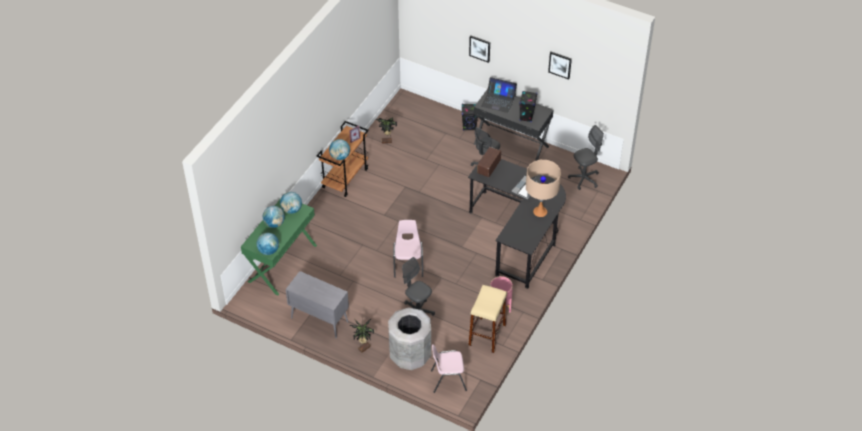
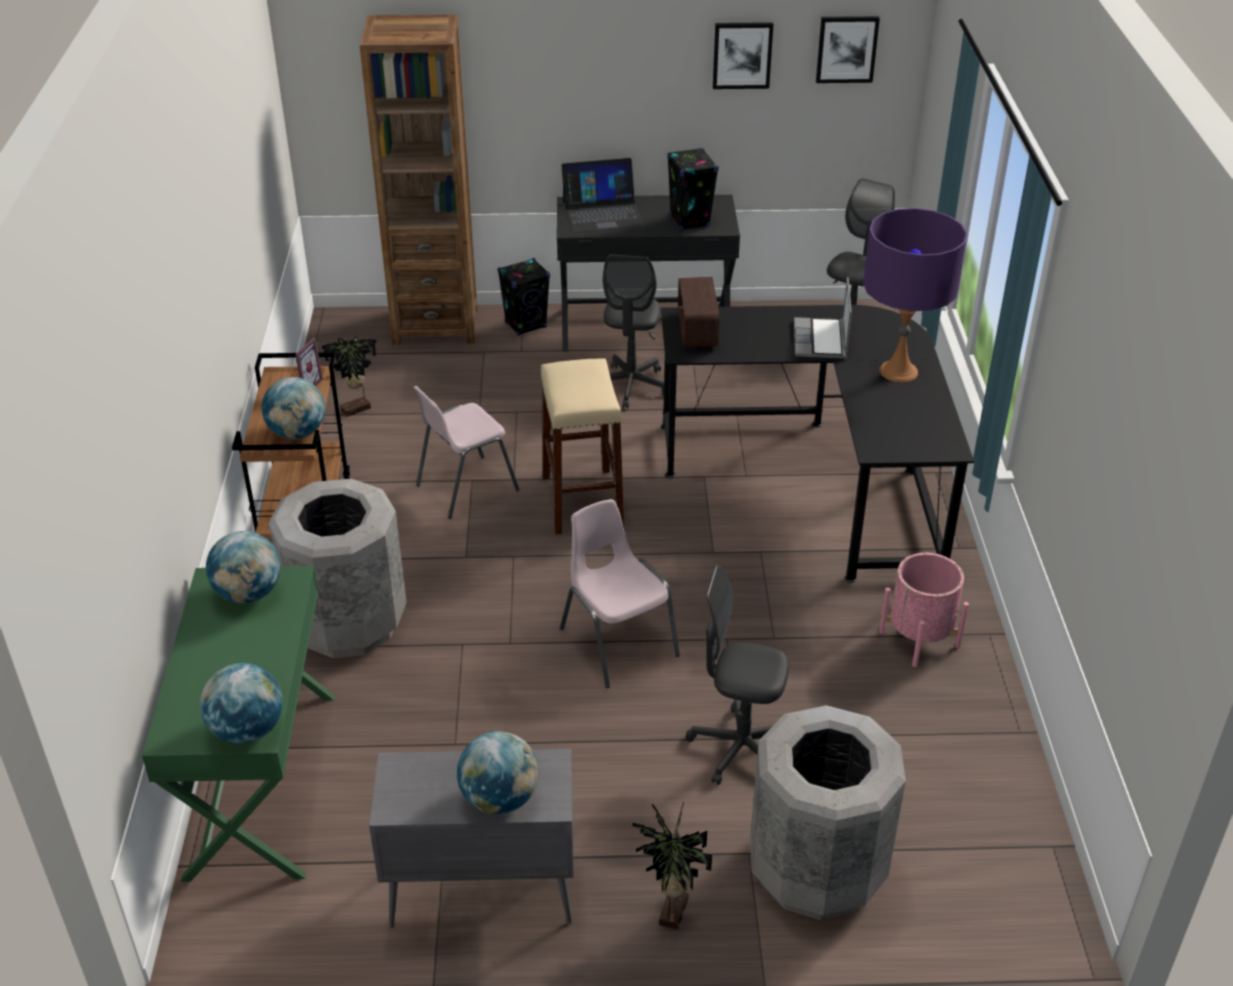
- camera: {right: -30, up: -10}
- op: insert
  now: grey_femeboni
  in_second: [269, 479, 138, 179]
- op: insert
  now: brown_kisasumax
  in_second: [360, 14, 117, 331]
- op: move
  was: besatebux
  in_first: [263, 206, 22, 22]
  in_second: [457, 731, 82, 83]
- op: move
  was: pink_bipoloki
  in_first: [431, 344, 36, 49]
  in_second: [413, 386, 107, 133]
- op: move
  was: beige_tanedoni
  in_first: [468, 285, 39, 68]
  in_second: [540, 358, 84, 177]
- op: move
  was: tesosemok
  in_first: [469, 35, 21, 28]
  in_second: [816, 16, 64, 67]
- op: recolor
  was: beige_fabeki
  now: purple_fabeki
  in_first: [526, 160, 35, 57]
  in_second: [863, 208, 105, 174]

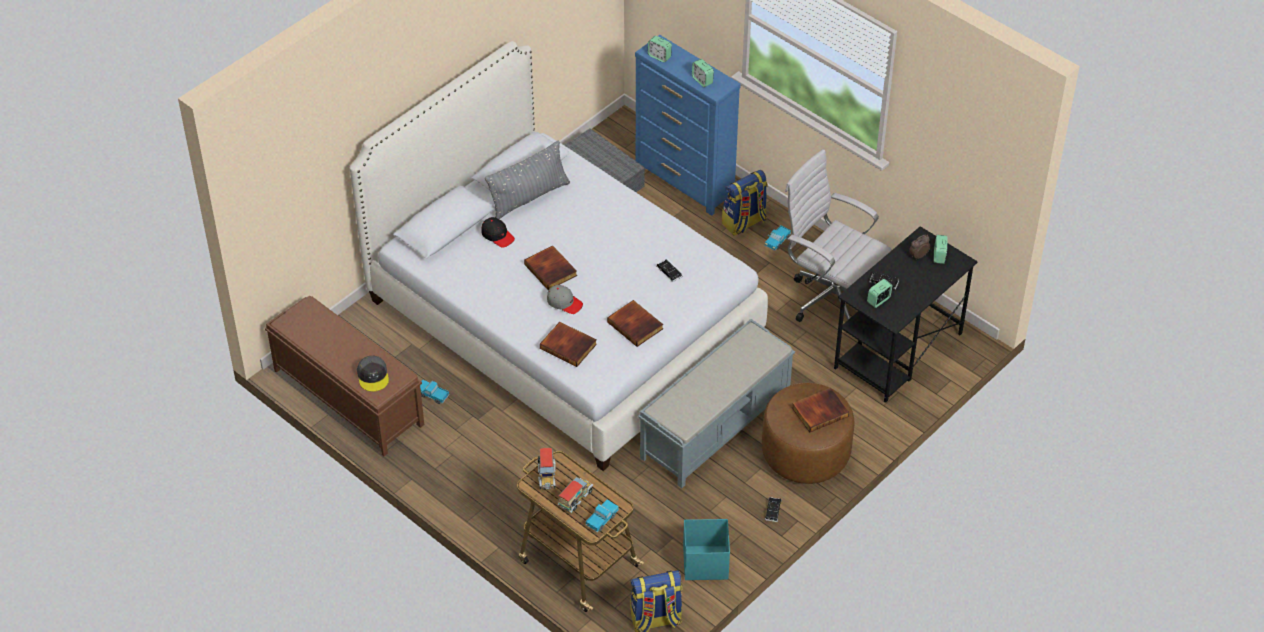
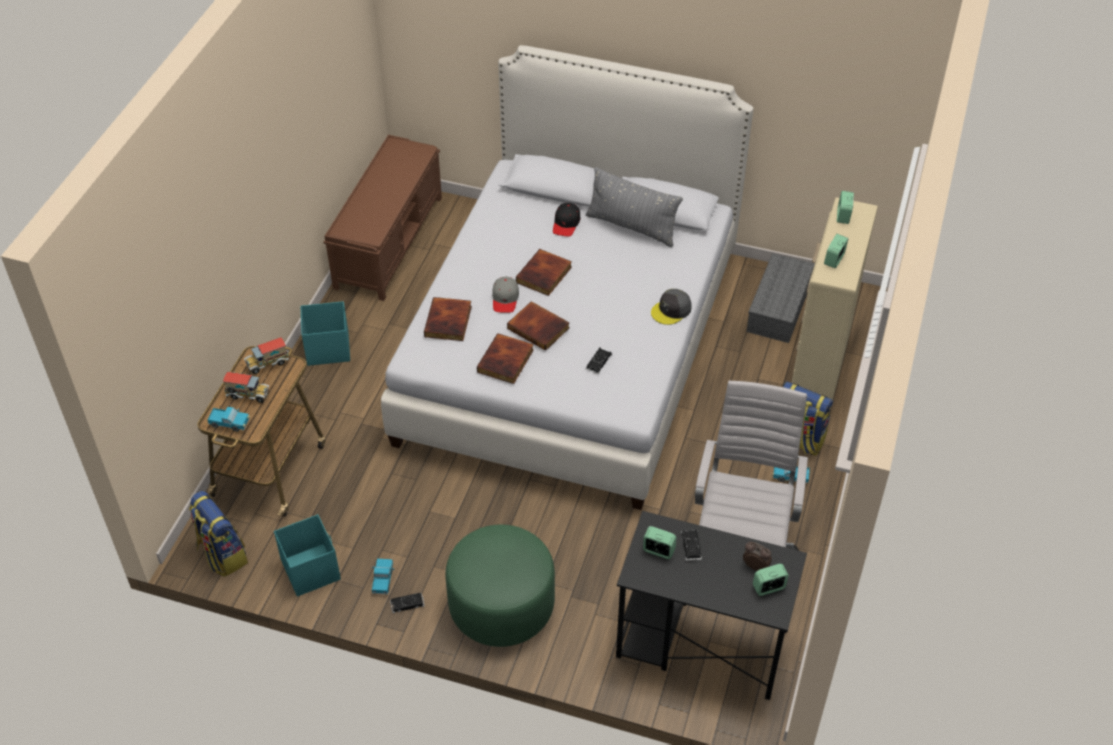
- camera: {right: 65, up: 0}
- op: delete
  was: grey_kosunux
  in_first: [638, 319, 157, 169]
- op: insert
  now: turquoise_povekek
  in_second: [300, 301, 50, 65]
- op: move
  was: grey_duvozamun
  in_first: [357, 356, 32, 36]
  in_second: [651, 289, 41, 36]
- op: move
  was: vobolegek
  in_first: [420, 380, 29, 24]
  in_second: [372, 559, 22, 35]
- op: move
  was: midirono
  in_first: [792, 388, 57, 44]
  in_second: [507, 301, 63, 50]
- op: recolor
  was: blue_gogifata
  now: beige_gogifata
  in_first: [635, 35, 106, 181]
  in_second: [792, 197, 86, 212]
- op: recolor
  was: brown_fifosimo
  now: green_fifosimo
  in_first: [762, 383, 92, 101]
  in_second: [446, 524, 109, 123]

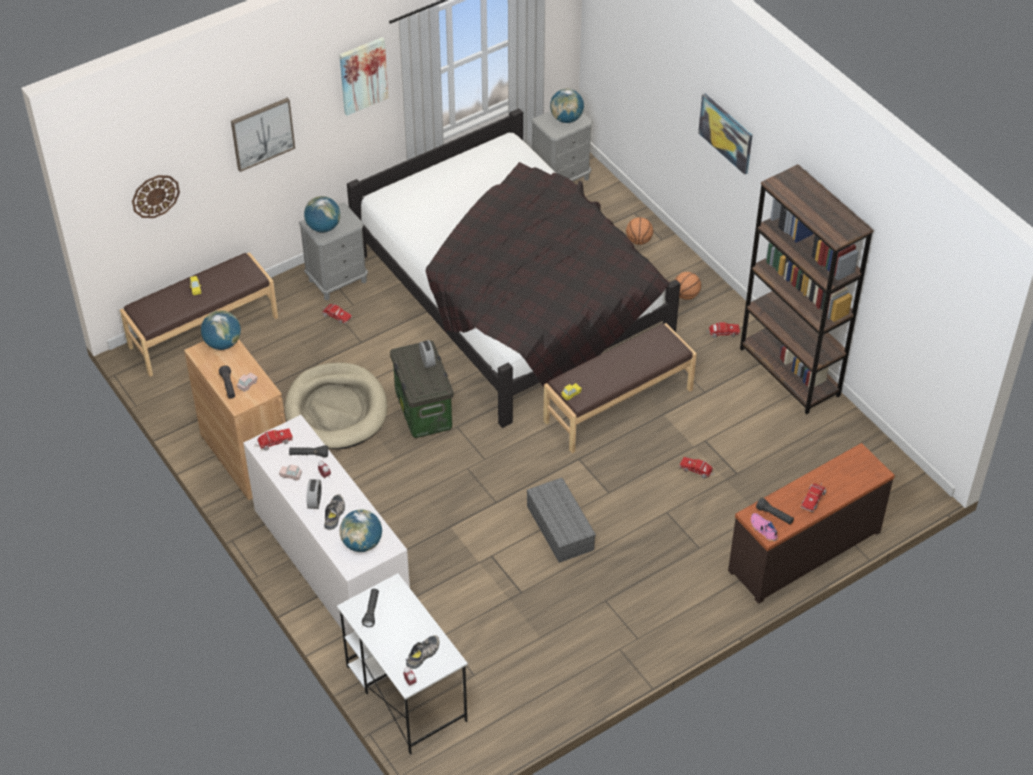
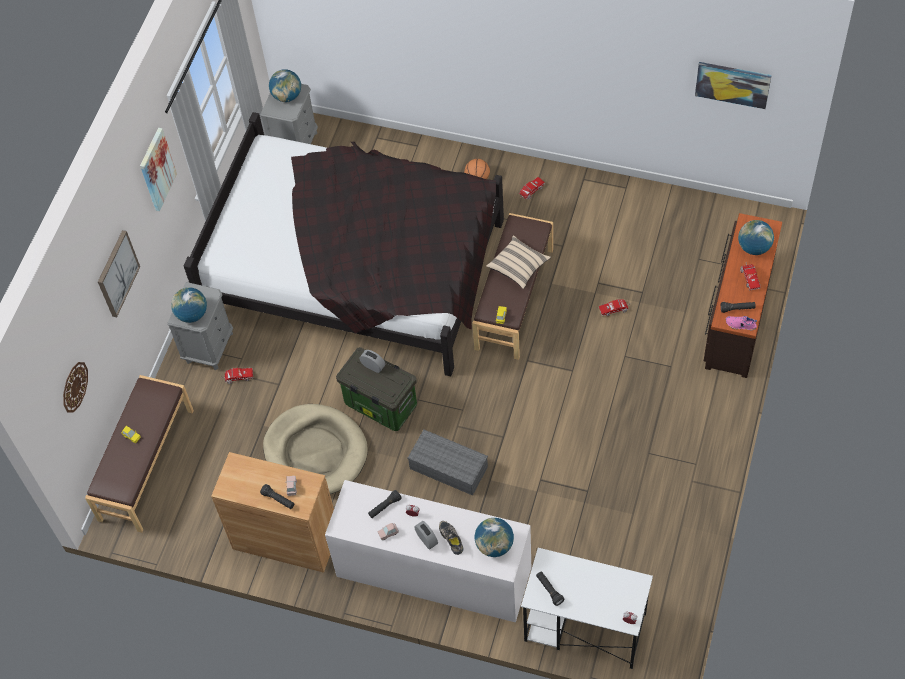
- camera: {right: -35, up: 10}
- op: delete
  was: vobolegek
  in_first: [255, 428, 38, 23]
- op: delete
  was: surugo
  in_first: [406, 635, 33, 34]
- op: delete
  was: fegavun
  in_first: [626, 217, 27, 28]
- op: delete
  was: brown_kisasumax
  in_first: [740, 164, 133, 250]
- op: insert
  now: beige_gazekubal
  in_second: [486, 235, 65, 54]
- op: move
  was: besatebux
  in_first: [201, 310, 40, 40]
  in_second: [738, 220, 36, 35]
- op: move
  was: grey_povekek
  in_first: [527, 478, 69, 85]
  in_second: [408, 430, 80, 66]
- op: move
  was: tesosemok
  in_first: [698, 94, 54, 81]
  in_second: [695, 62, 77, 47]

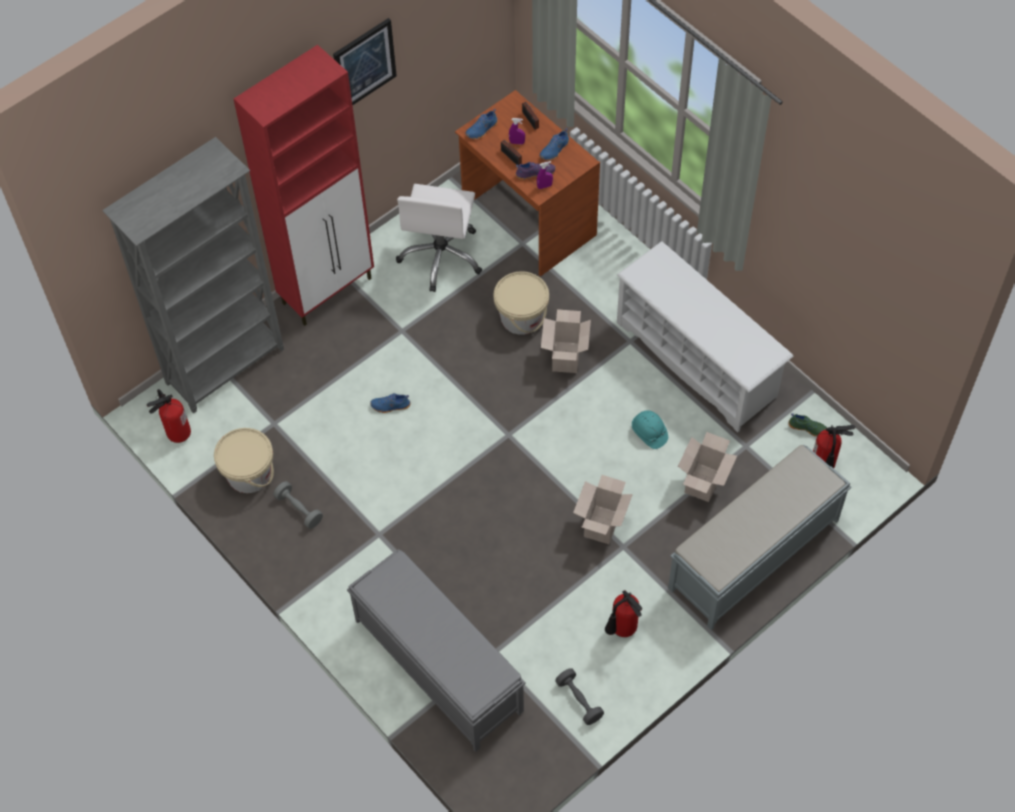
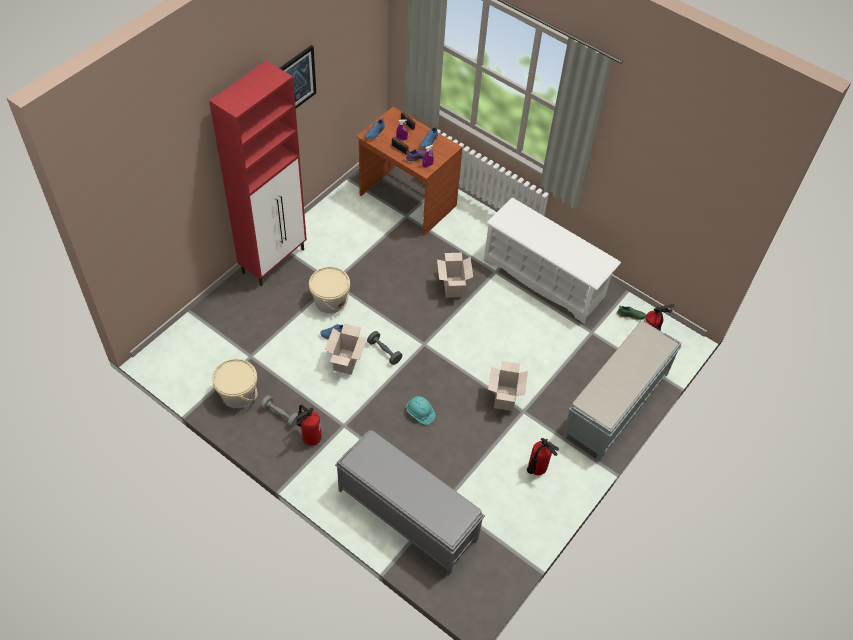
- camera: {right: -15, up: -5}
- op: delete
  was: grey_kisasumax
  in_first: [102, 137, 182, 276]
- op: delete
  was: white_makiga
  in_first: [396, 184, 86, 108]
- op: move
  was: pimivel
  in_first: [147, 389, 44, 54]
  in_second: [296, 405, 26, 41]
- op: move
  was: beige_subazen
  in_first: [493, 271, 56, 64]
  in_second: [309, 267, 41, 46]
- op: move
  was: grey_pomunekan
  in_first: [555, 668, 49, 57]
  in_second: [367, 331, 35, 34]
- op: move
  was: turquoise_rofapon
  in_first: [632, 410, 36, 39]
  in_second: [406, 396, 29, 29]
- op: move
  was: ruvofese
  in_first: [678, 432, 59, 70]
  in_second: [325, 324, 42, 51]

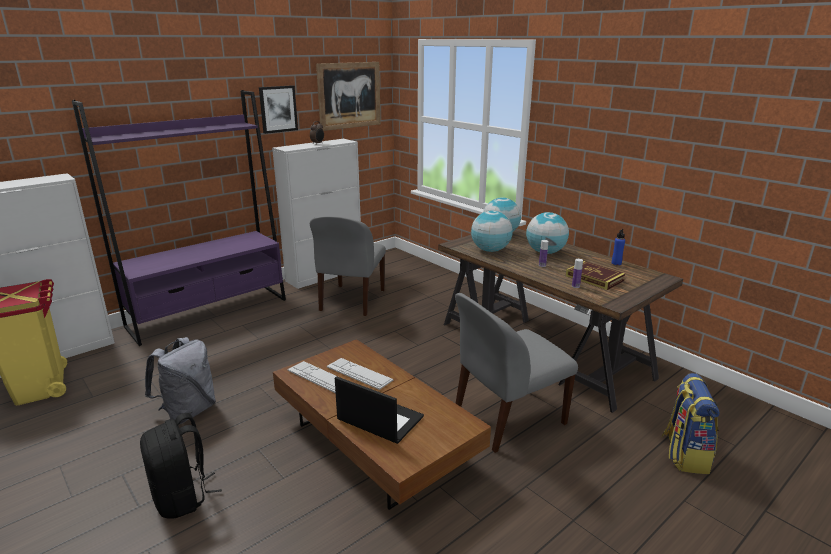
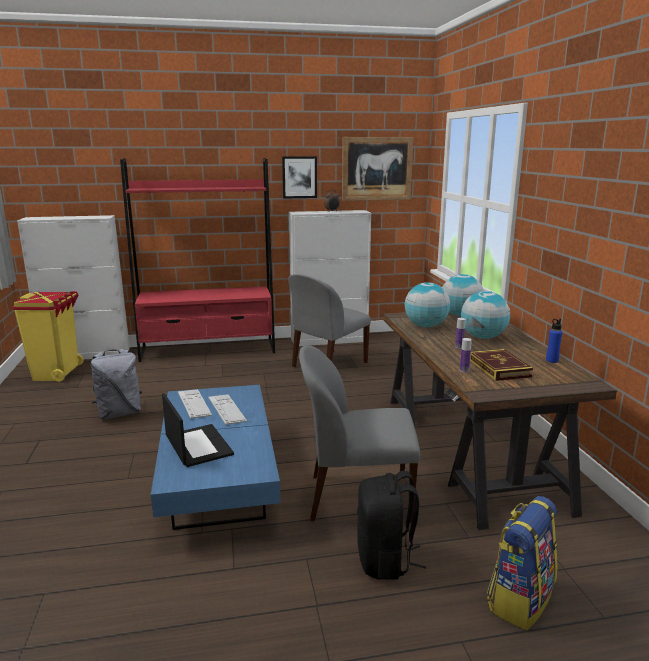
- camera: {right: 30, up: -5}
- op: move
  was: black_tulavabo
  in_first: [140, 413, 82, 106]
  in_second: [357, 471, 69, 109]
- op: recolor
  was: purple_kisasumax
  now: red_kisasumax
  in_first: [72, 90, 214, 256]
  in_second: [120, 158, 155, 204]
- op: recolor
  was: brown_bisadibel
  now: blue_bisadibel
  in_first: [273, 339, 218, 171]
  in_second: [151, 385, 129, 145]

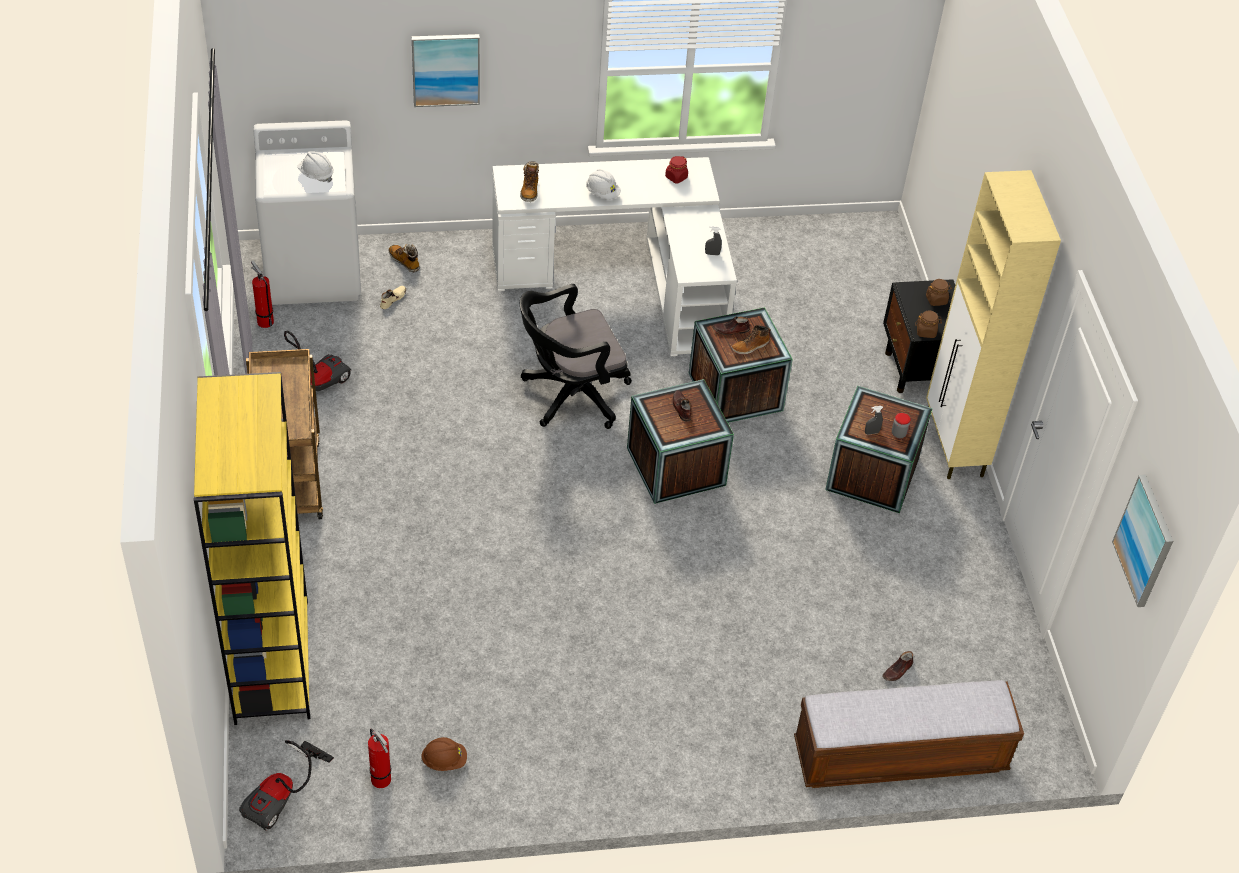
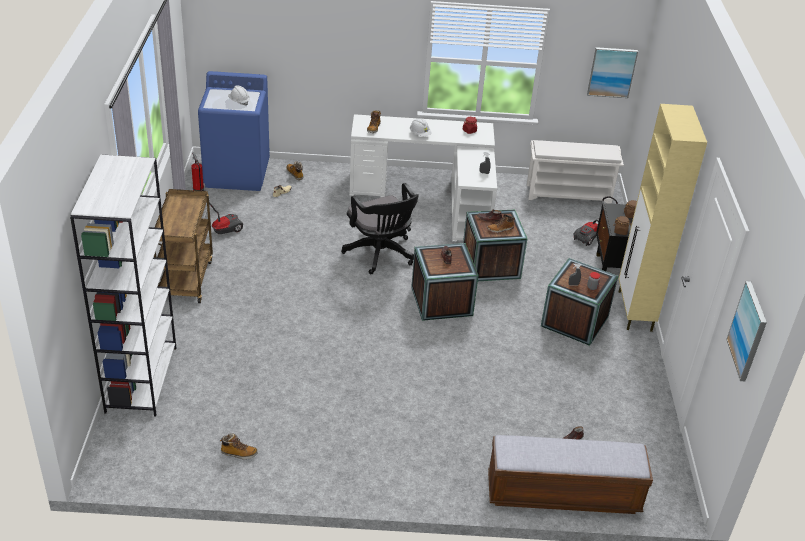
- camera: {right: 10, up: -10}
- op: delete
  was: pimivel
  in_first: [368, 729, 23, 59]
- op: insert
  now: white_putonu
  in_second: [527, 140, 97, 64]
- op: move
  was: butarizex
  in_first: [239, 740, 95, 91]
  in_second: [573, 196, 45, 50]
- op: move
  was: tesosemok
  in_first: [412, 34, 68, 73]
  in_second: [587, 47, 51, 51]
- op: replace
  was: brown_rofapon
  now: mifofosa
  in_first: [421, 737, 46, 34]
  in_second: [220, 433, 38, 26]
- op: recolor
  was: yellow_kisasumax
  now: white_kisasumax
  in_first: [194, 372, 116, 353]
  in_second: [70, 154, 106, 262]
- op: recolor
  was: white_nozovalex
  now: blue_nozovalex
  in_first: [253, 120, 108, 185]
  in_second: [198, 71, 72, 120]
- op: rotate
  was: black_makiga
  in_first: [520, 284, 112, 145]
  in_second: [341, 183, 78, 91]
  clockwise: -105

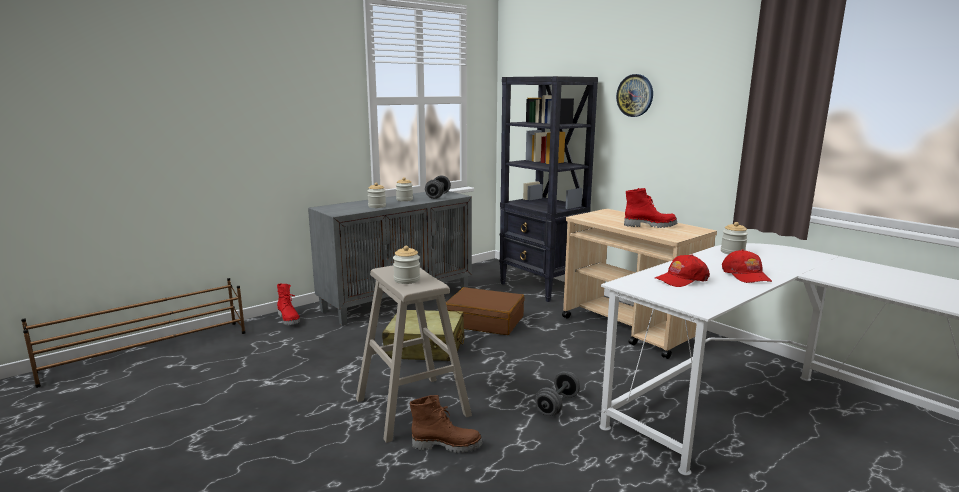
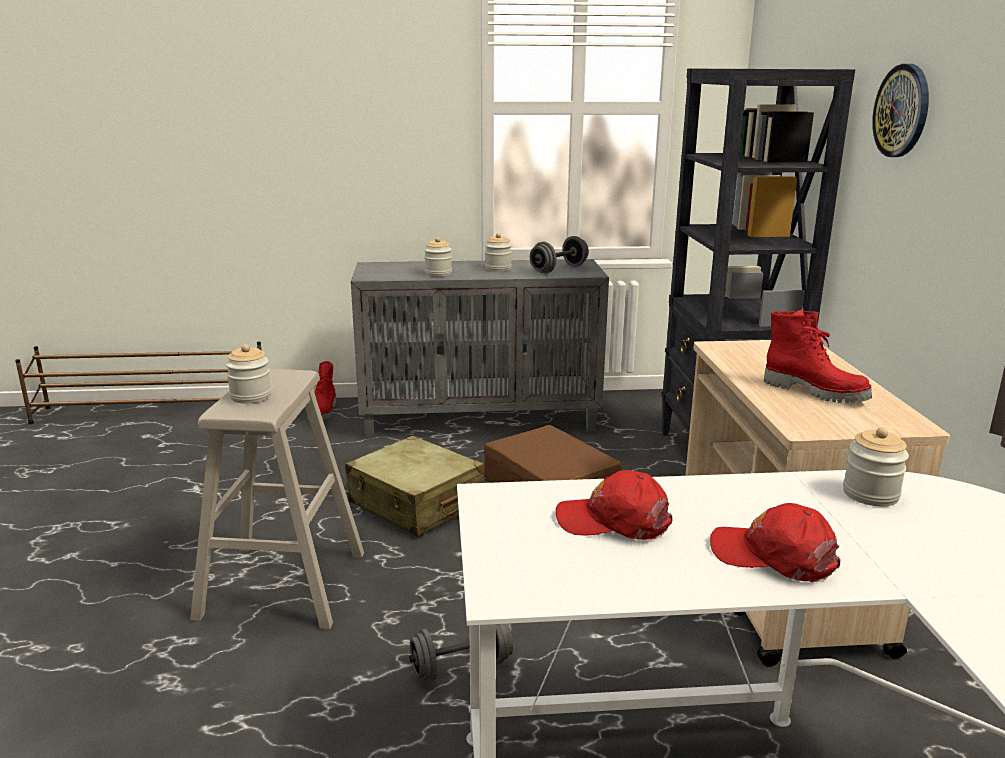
- camera: {right: 35, up: 5}
- op: delete
  was: brown_mifofosa
  in_first: [410, 395, 73, 58]
- op: rotate
  was: red_duvozamun
  in_first: [722, 249, 50, 34]
  in_second: [710, 503, 131, 79]
  clockwise: 90

